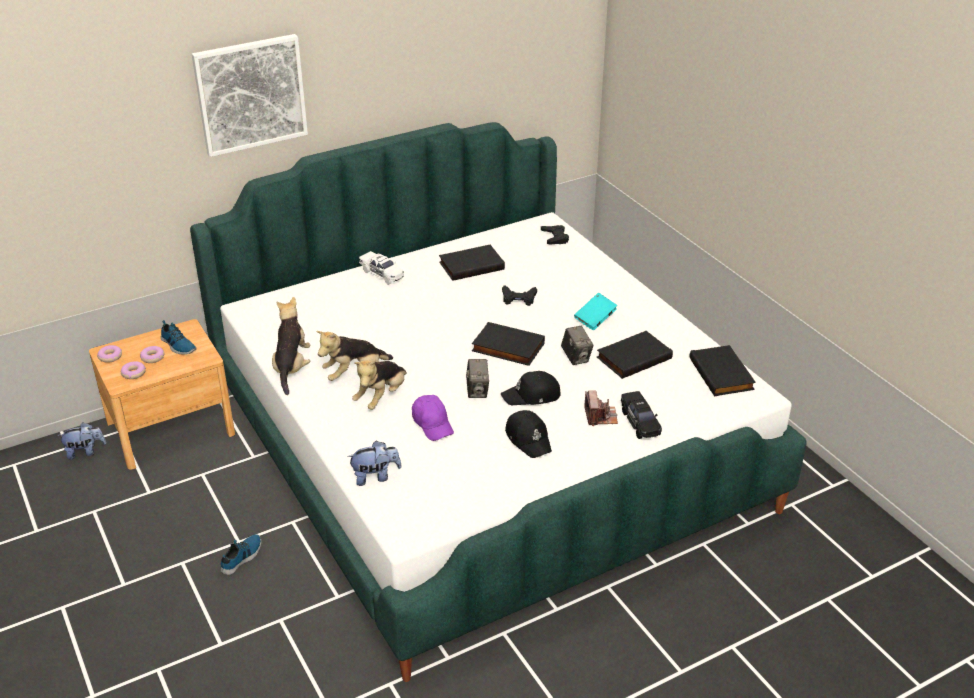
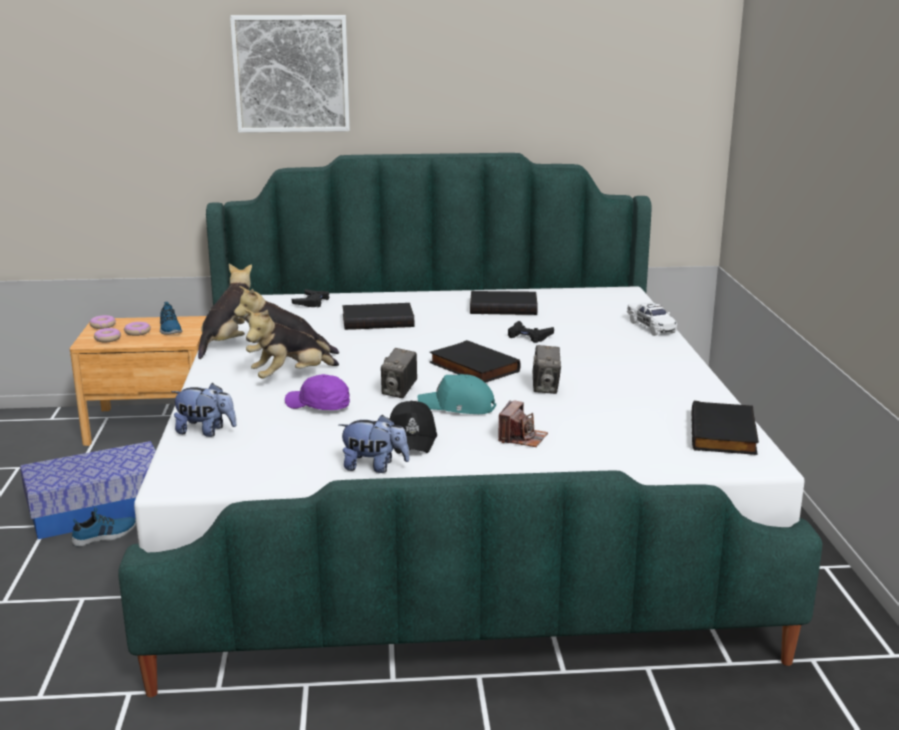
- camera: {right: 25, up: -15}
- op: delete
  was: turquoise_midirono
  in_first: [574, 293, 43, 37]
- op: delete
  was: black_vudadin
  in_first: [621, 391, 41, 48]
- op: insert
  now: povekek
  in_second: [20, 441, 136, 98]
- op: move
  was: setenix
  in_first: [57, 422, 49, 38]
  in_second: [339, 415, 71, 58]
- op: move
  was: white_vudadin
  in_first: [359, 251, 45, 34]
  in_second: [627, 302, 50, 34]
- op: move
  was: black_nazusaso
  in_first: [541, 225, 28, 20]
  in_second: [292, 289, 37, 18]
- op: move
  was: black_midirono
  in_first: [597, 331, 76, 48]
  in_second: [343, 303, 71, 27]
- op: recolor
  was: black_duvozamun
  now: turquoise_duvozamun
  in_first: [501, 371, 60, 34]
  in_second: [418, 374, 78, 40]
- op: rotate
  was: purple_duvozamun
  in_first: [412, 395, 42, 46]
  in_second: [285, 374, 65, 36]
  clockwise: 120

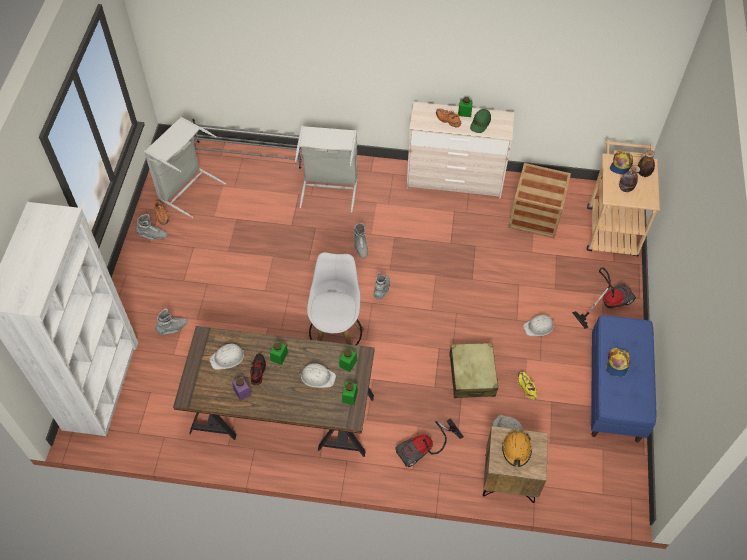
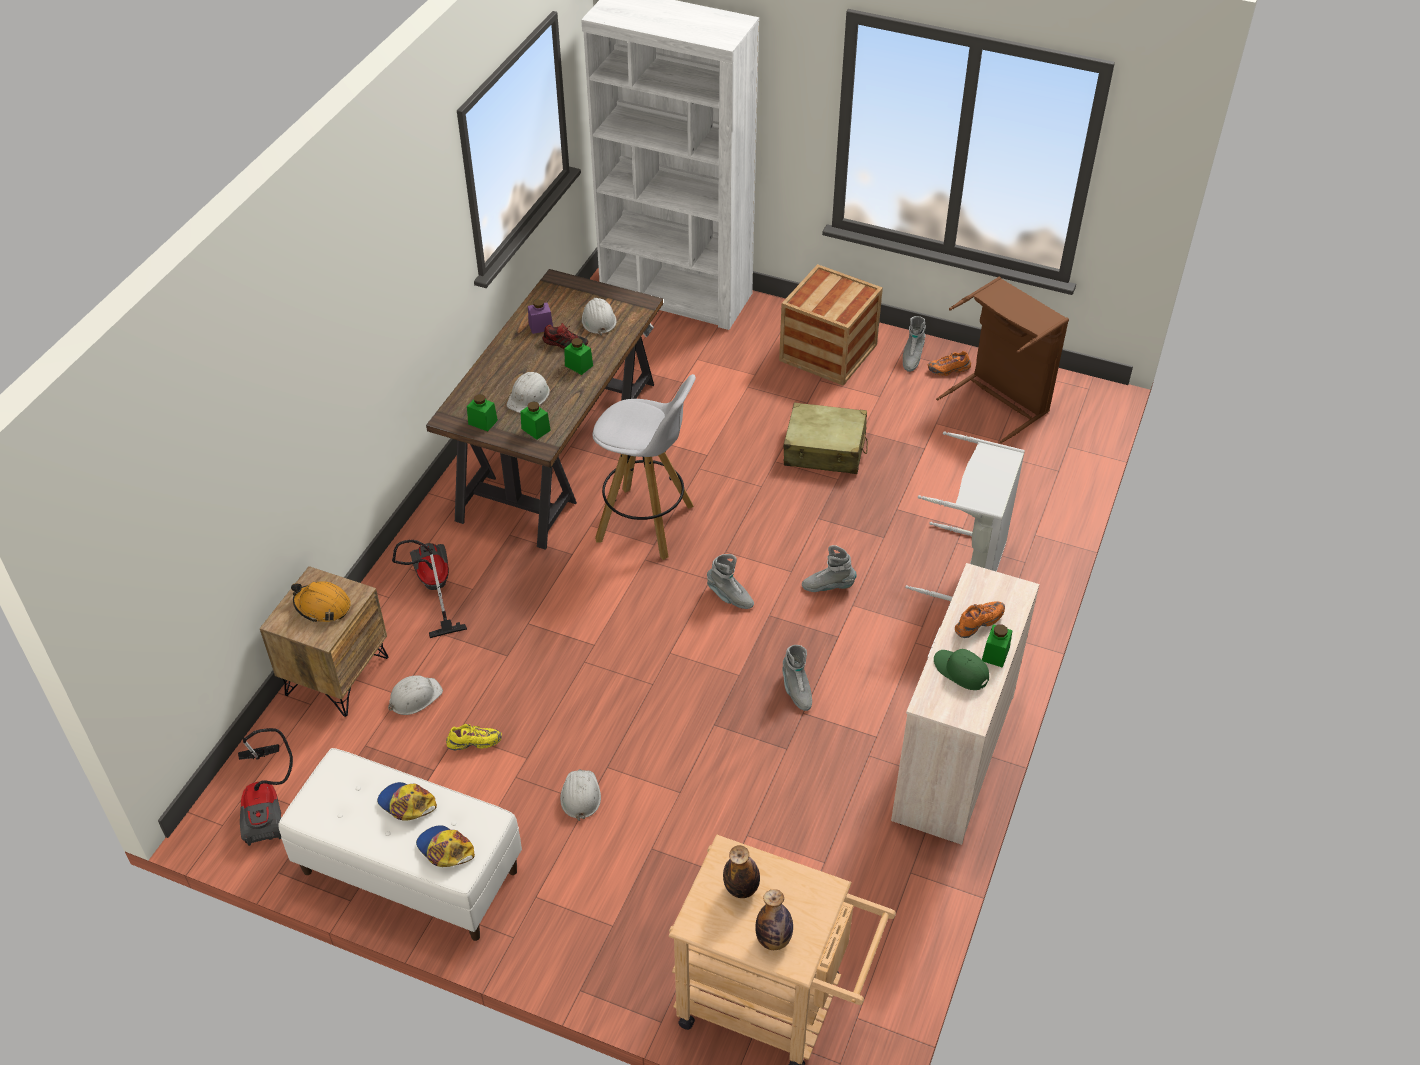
- camera: {right: 105, up: -10}
- op: delete
  was: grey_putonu
  in_first: [192, 119, 111, 50]
- op: move
  was: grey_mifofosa
  in_first: [156, 309, 32, 26]
  in_second: [782, 645, 30, 66]
- op: move
  was: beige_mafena
  in_first: [449, 343, 49, 55]
  in_second: [783, 403, 85, 71]
- op: move
  was: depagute
  in_first: [508, 163, 63, 75]
  in_second: [779, 264, 104, 122]
- op: move
  was: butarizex
  in_first: [572, 267, 64, 62]
  in_second: [238, 728, 55, 118]
- op: move
  was: duvozamun
  in_first: [610, 151, 23, 24]
  in_second: [416, 825, 59, 42]
- op: recolor
  was: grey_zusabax
  now: brown_zusabax
  in_first: [144, 117, 82, 101]
  in_second: [936, 277, 133, 167]
- op: recolor
  was: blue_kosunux
  now: white_kosunux
  in_first: [591, 315, 66, 127]
  in_second: [278, 748, 244, 193]

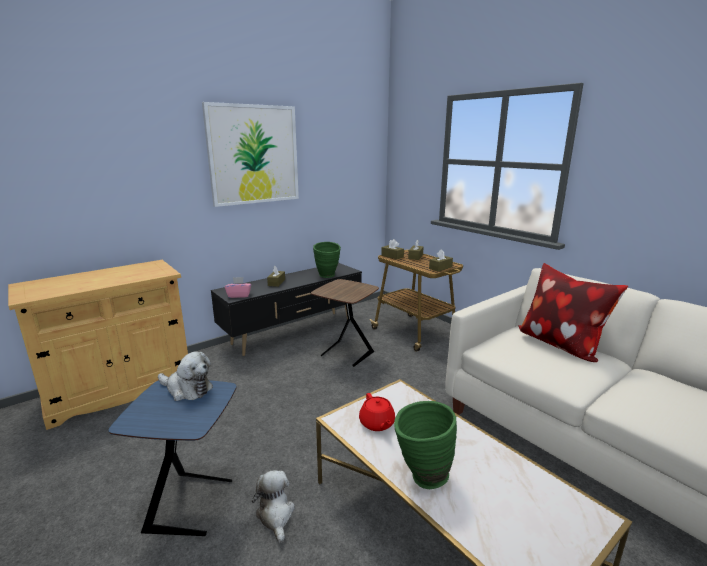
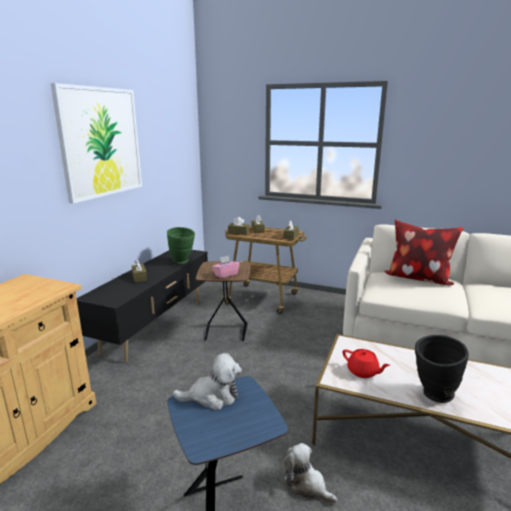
- camera: {right: -30, up: 0}
- op: move
  was: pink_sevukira
  in_first: [225, 277, 26, 21]
  in_second: [212, 256, 28, 22]
- op: recolor
  was: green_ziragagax
  now: black_ziragagax
  in_first: [394, 401, 63, 88]
  in_second: [415, 335, 54, 68]

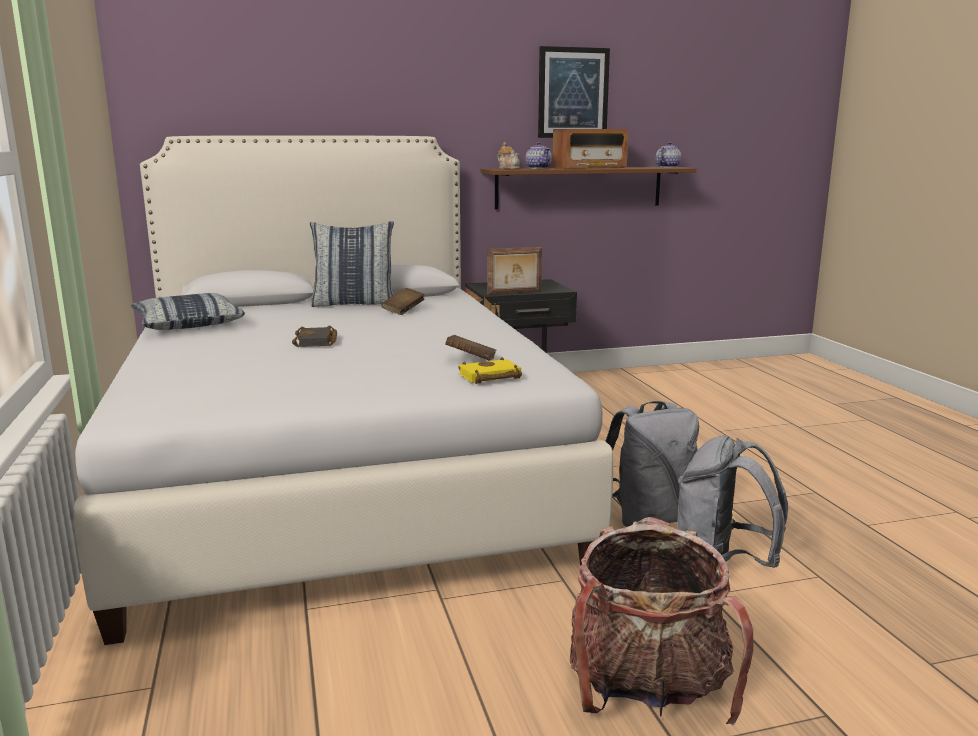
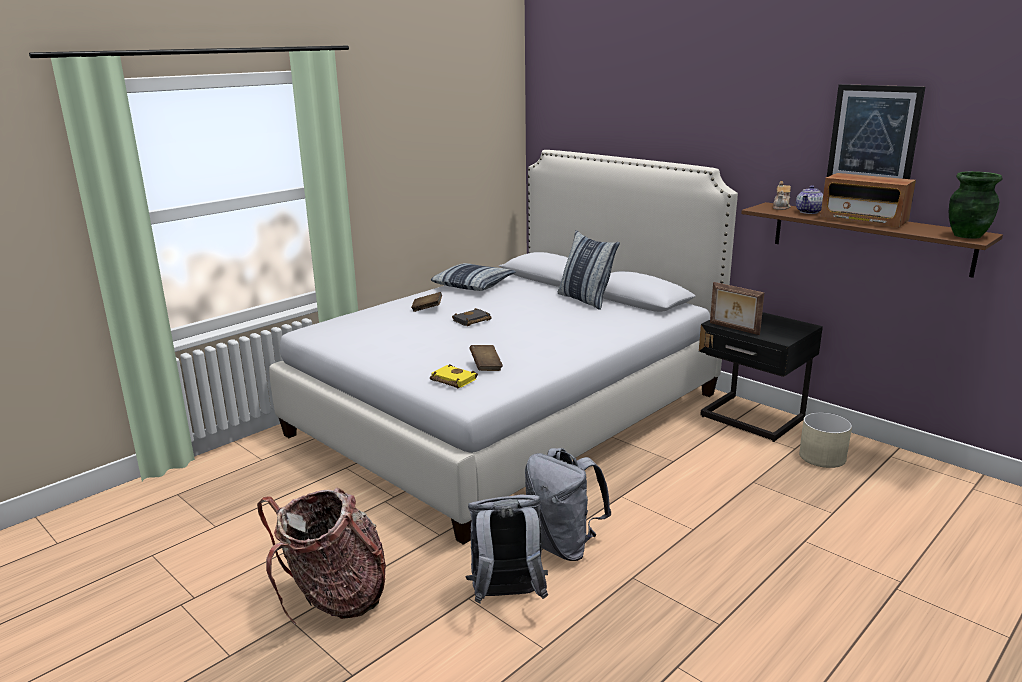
- camera: {right: 60, up: 5}
- op: insert
  now: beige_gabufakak
  in_second: [799, 412, 53, 56]
- op: move
  was: brown_midirono
  in_first: [381, 288, 43, 27]
  in_second: [411, 292, 31, 20]
- op: replace
  was: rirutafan
  now: green_ziragagax
  in_first: [656, 142, 25, 26]
  in_second: [949, 171, 53, 68]

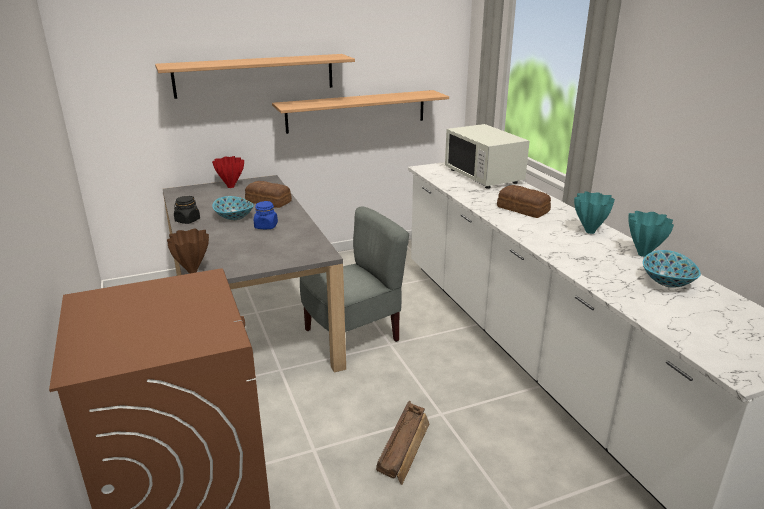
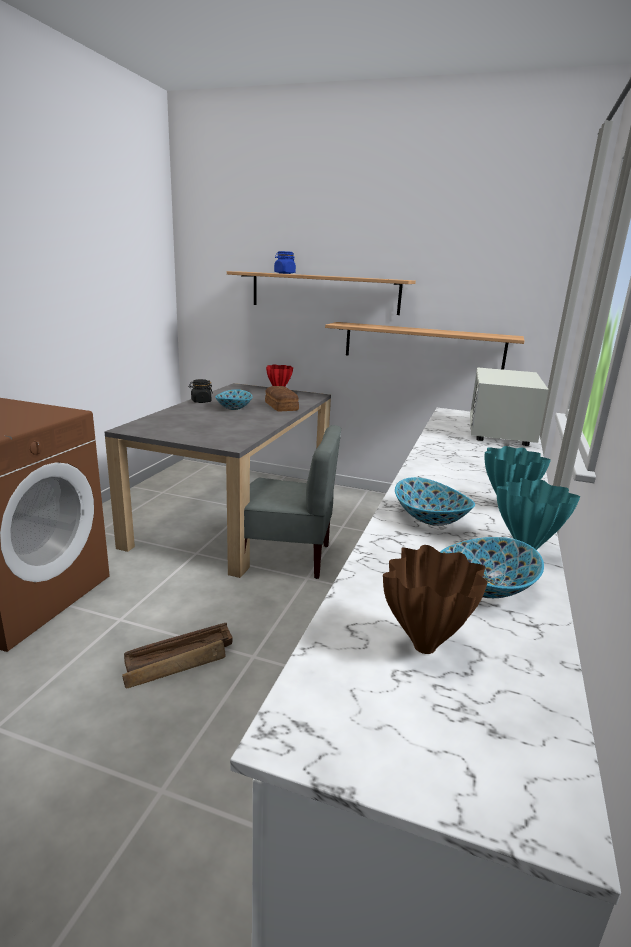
- camera: {right: 40, up: -5}
- op: delete
  was: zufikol
  in_first: [497, 185, 54, 33]
- op: insert
  now: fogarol
  in_second: [395, 477, 80, 49]
- op: move
  was: brown_ziragagax
  in_first: [167, 229, 42, 44]
  in_second: [383, 545, 105, 109]
- op: move
  was: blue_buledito
  in_first: [254, 201, 24, 28]
  in_second: [274, 251, 22, 23]

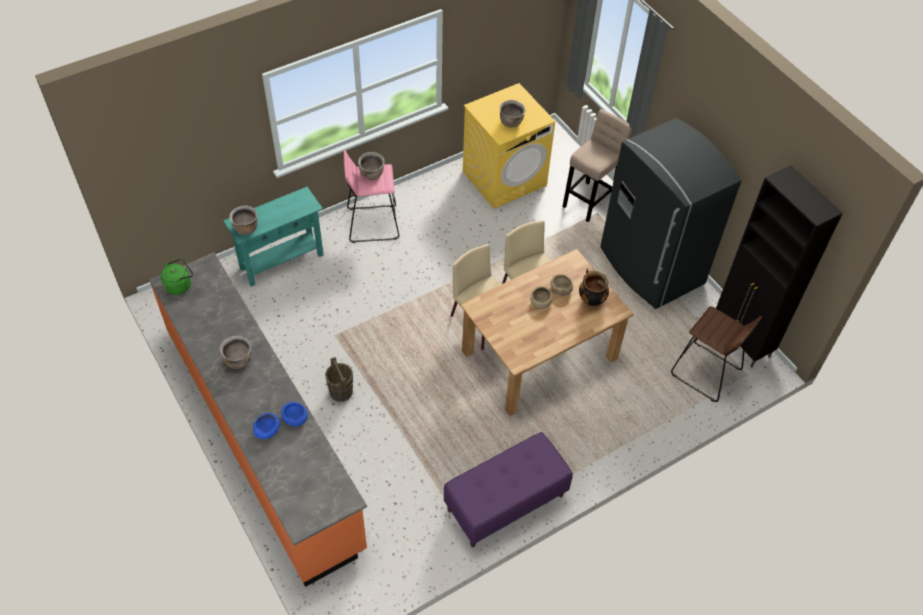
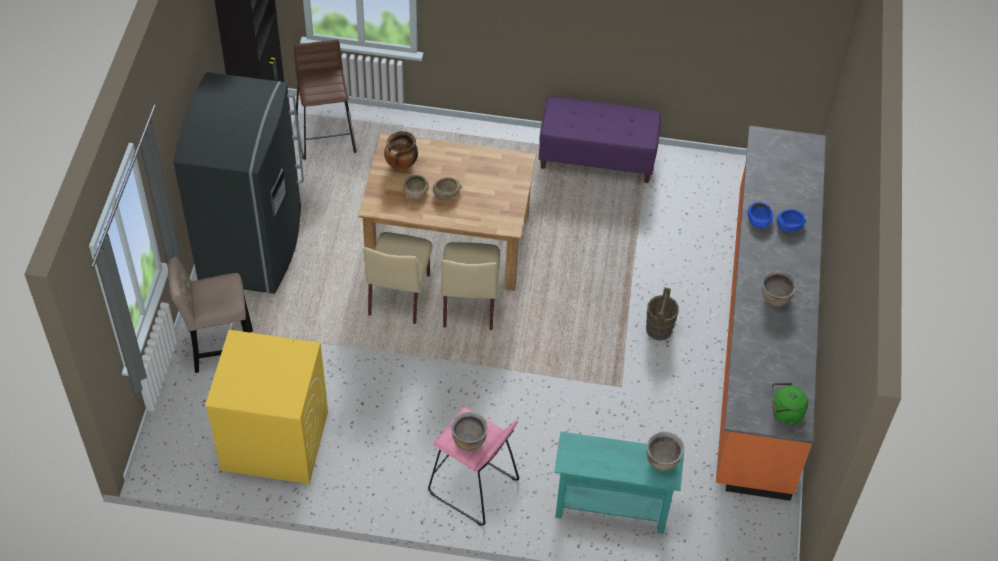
- camera: {right: -140, up: 0}
- op: delete
  was: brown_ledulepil
  in_first: [500, 100, 26, 28]

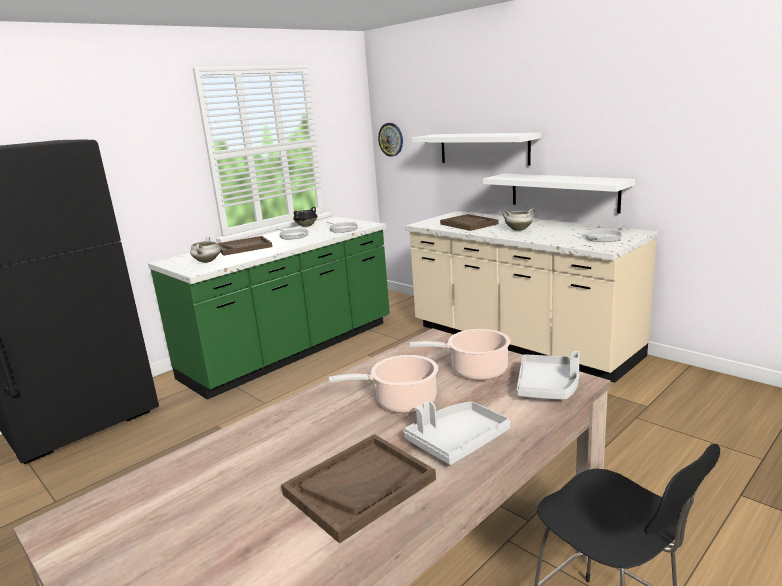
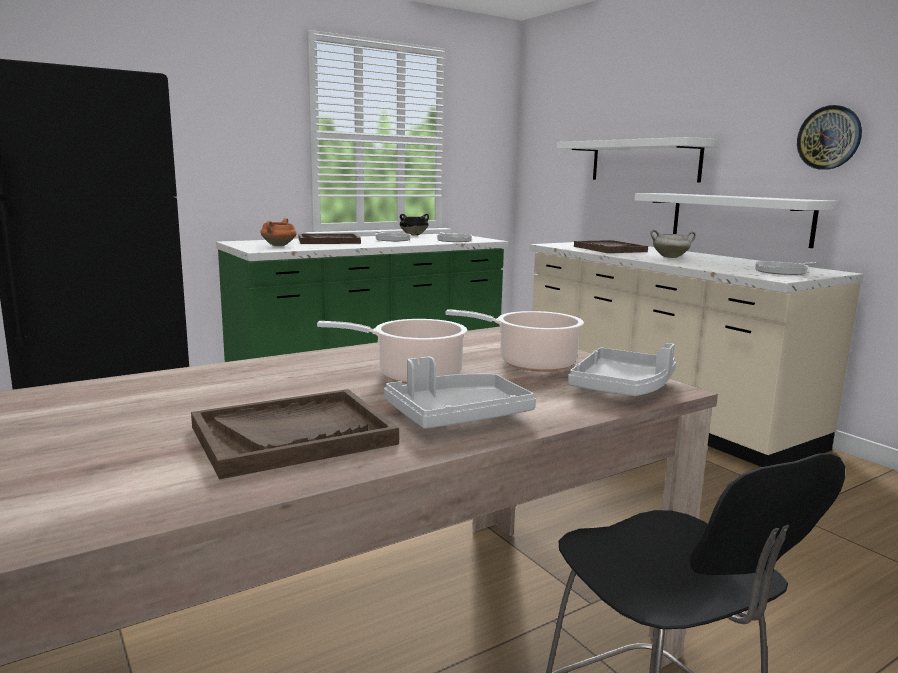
- camera: {right: 10, up: -5}
- op: move
  was: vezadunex
  in_first: [378, 123, 25, 34]
  in_second: [797, 105, 65, 65]
- op: recolor
  was: white_ledulepil
  now: orange_ledulepil
  in_first: [190, 237, 31, 26]
  in_second: [260, 218, 37, 28]

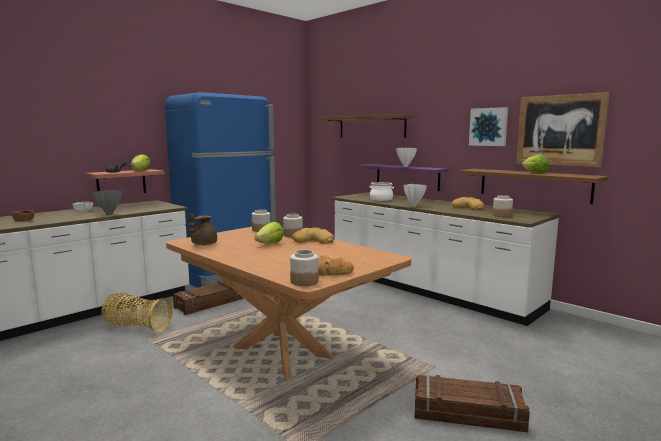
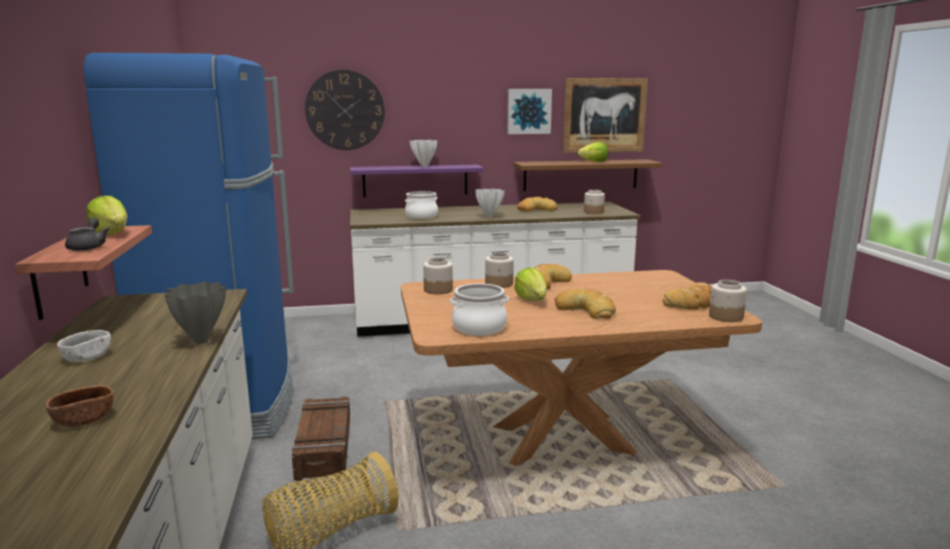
- camera: {right: -55, up: 5}
- op: delete
  was: depagute
  in_first: [414, 375, 116, 57]
- op: insert
  now: zufikol
  in_second: [555, 288, 61, 31]
- op: replace
  was: brown_rirutafan
  now: ledulepil
  in_first: [189, 213, 28, 32]
  in_second: [450, 283, 59, 53]
- op: replace
  was: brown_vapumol
  now: vezadunex
  in_first: [319, 114, 95, 24]
  in_second: [305, 70, 80, 80]

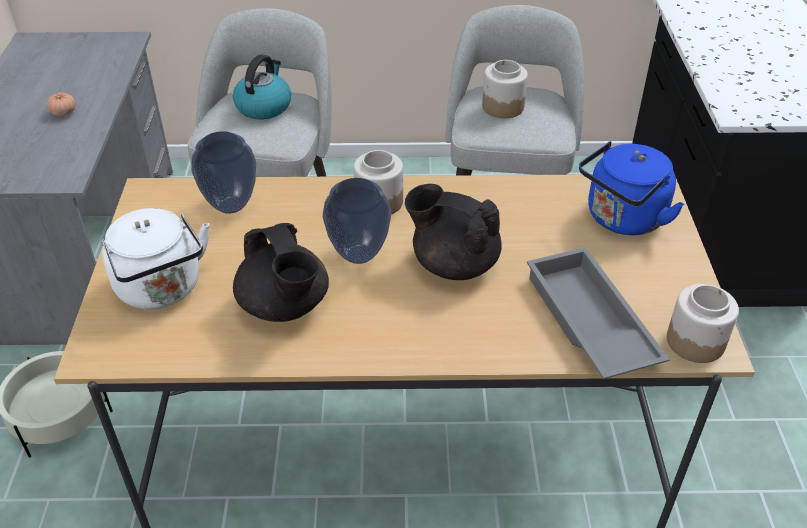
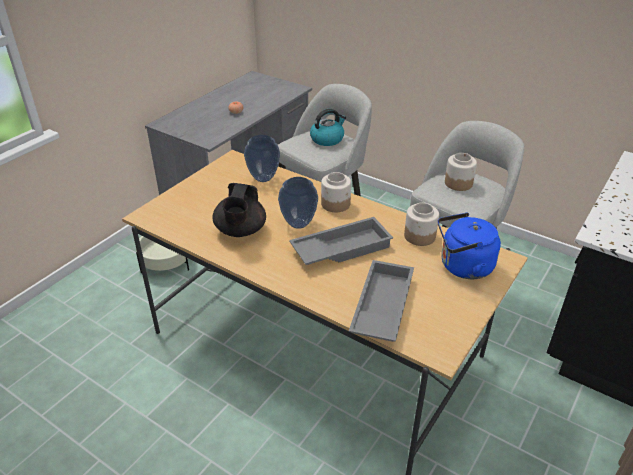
- camera: {right: 35, up: -5}
- op: delete
  was: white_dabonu
  in_first: [102, 208, 108, 101]
- op: move
  was: buledito
  in_first: [667, 284, 72, 79]
  in_second: [404, 203, 35, 43]
- op: replace
  was: black_rirutafan
  now: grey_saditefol
  in_first: [405, 184, 97, 96]
  in_second: [289, 217, 104, 48]

